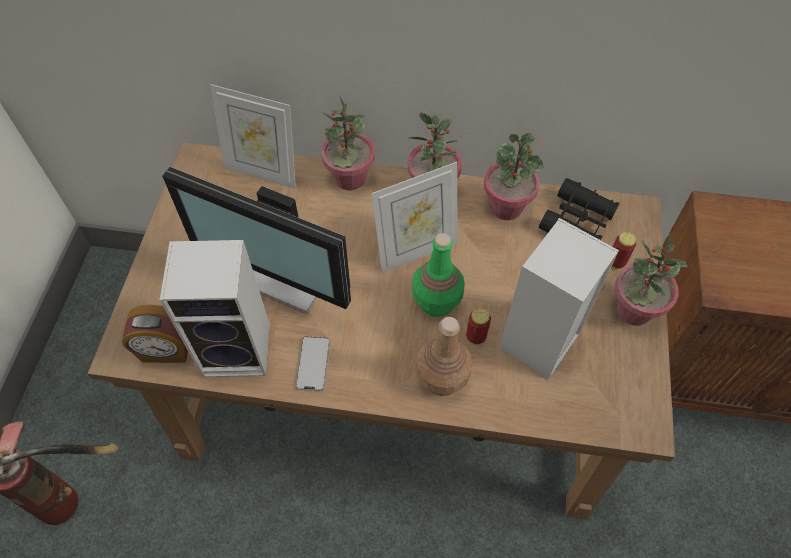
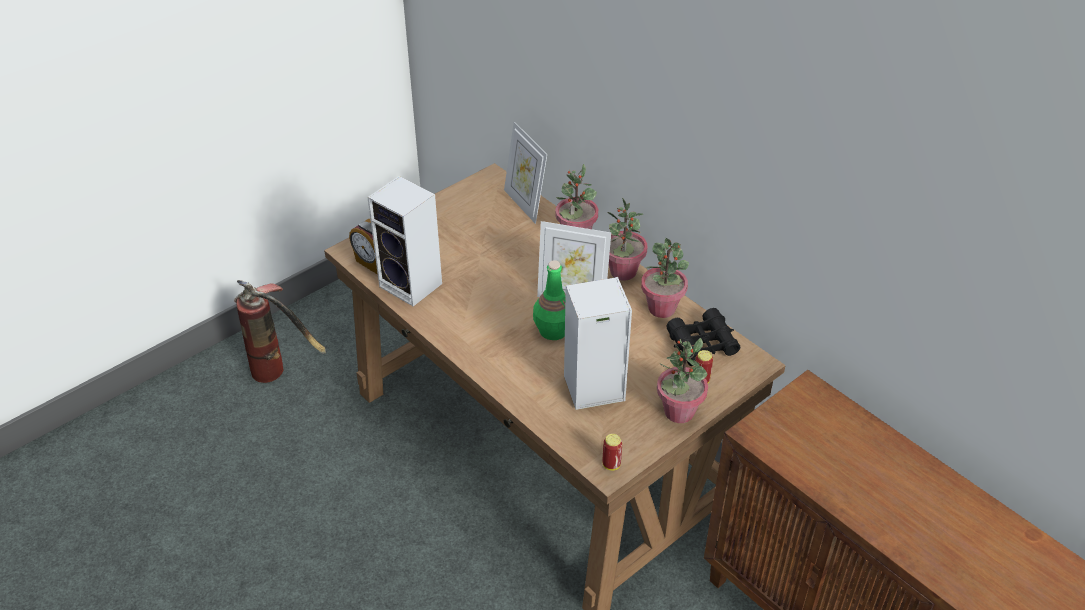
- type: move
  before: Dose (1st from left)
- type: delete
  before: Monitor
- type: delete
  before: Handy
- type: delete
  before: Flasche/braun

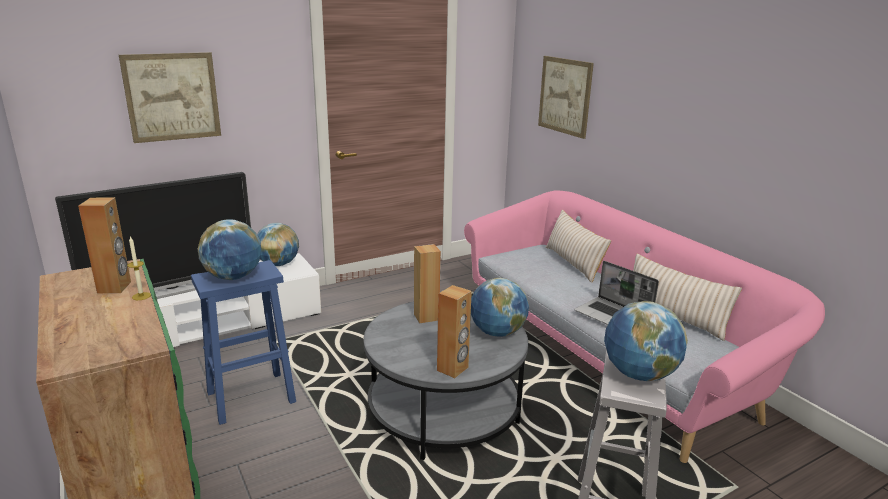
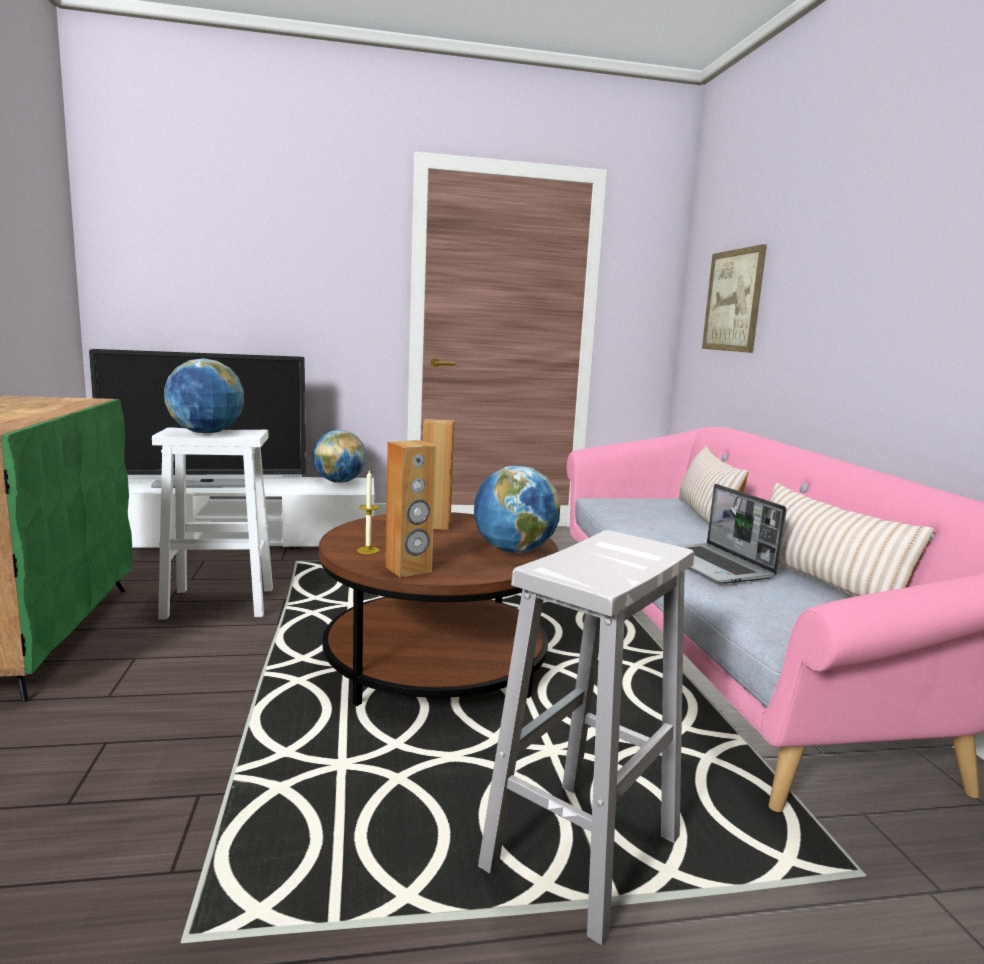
- type: recolor
  before: Hocker/blau
  after: Hocker/weiß (1st from left)
- type: recolor
  before: Couchtisch/grau
  after: Couchtisch/braun
- type: move
  before: Kerze
- type: delete
  before: Lautsprecher/braun (1st from left)
- type: delete
  before: Bild (1st from left)
- type: delete
  before: Globus (4th from left)

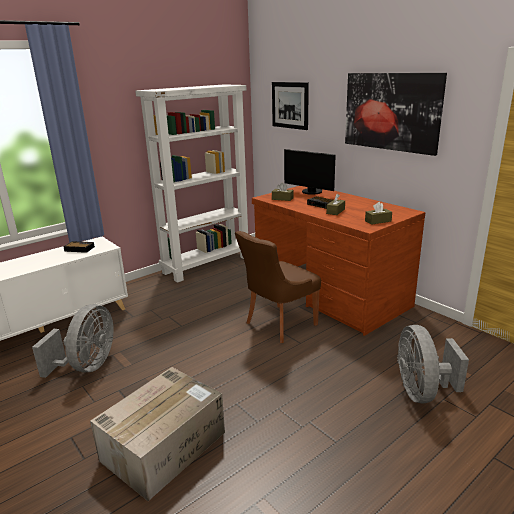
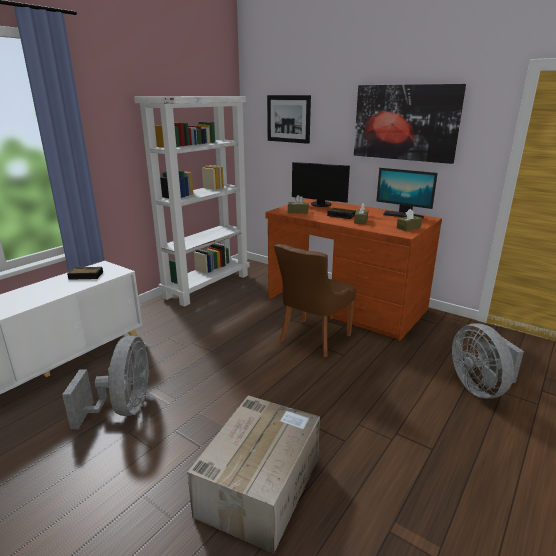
- type: insert
  after: Monitor (2nd from left)

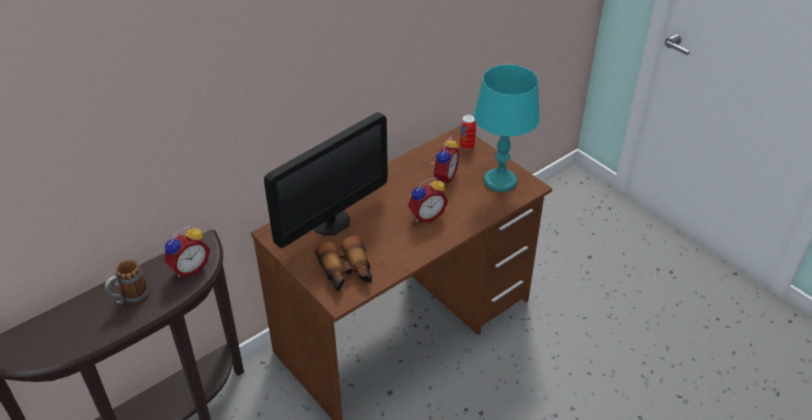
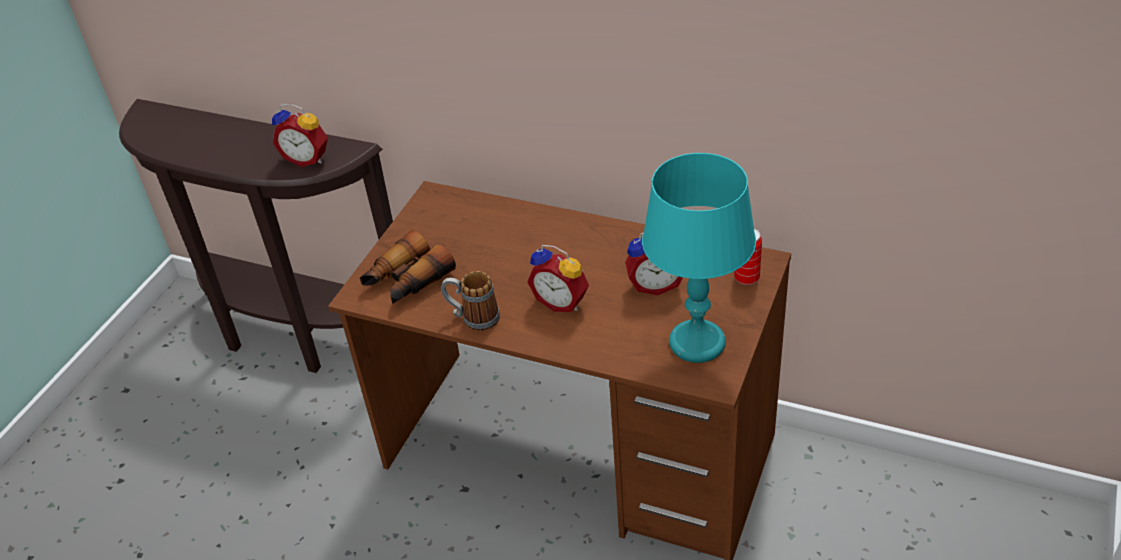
- type: move
  before: Henkelbecher
- type: delete
  before: Monitor

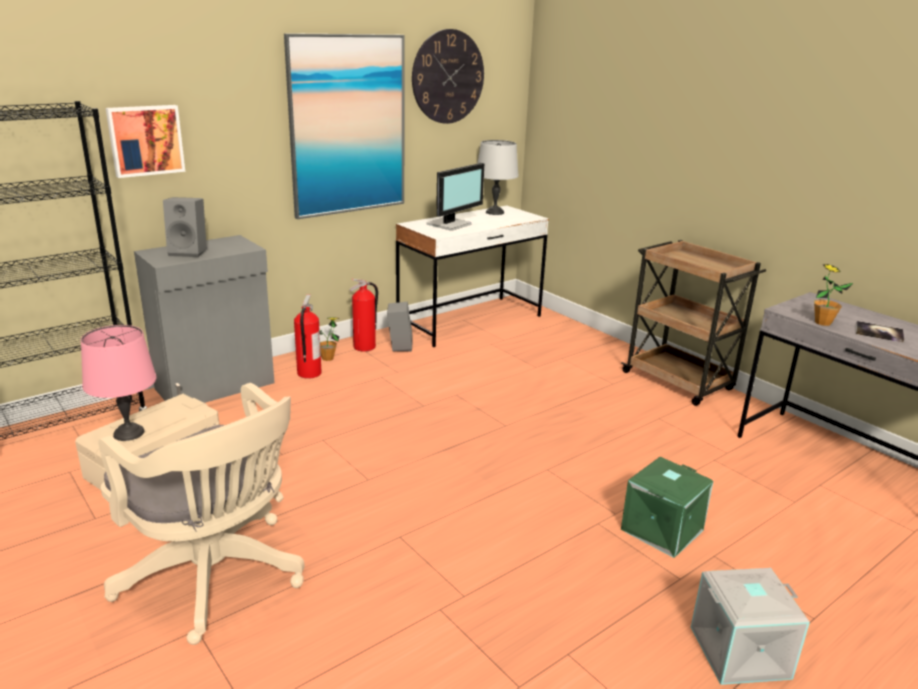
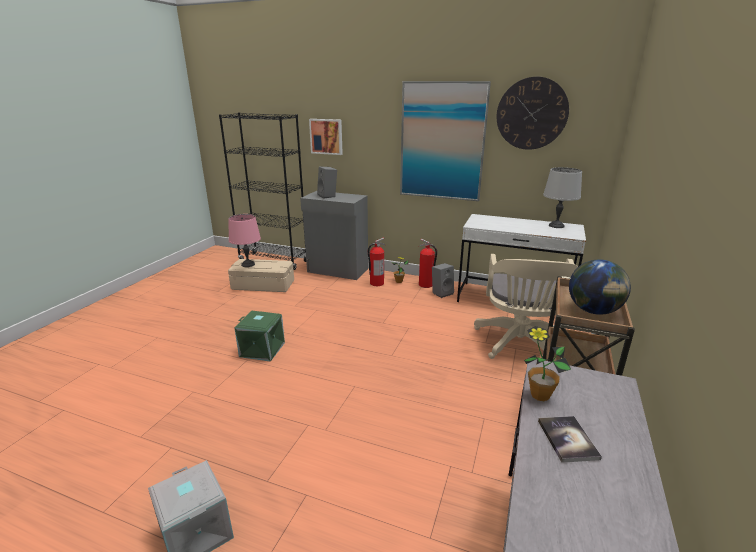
- type: move
  before: Aufbewahrungsbox/grün
- type: move
  before: Bürostuhl/beige
- type: insert
  after: Globus
- type: delete
  before: Monitor

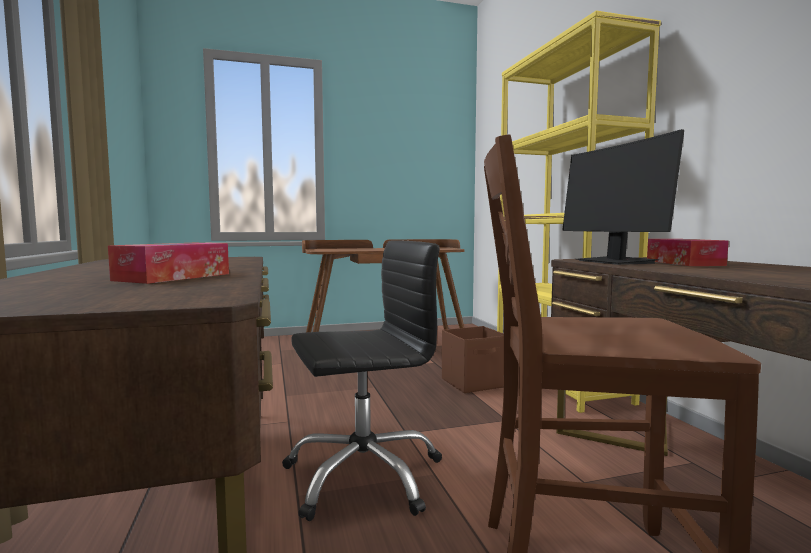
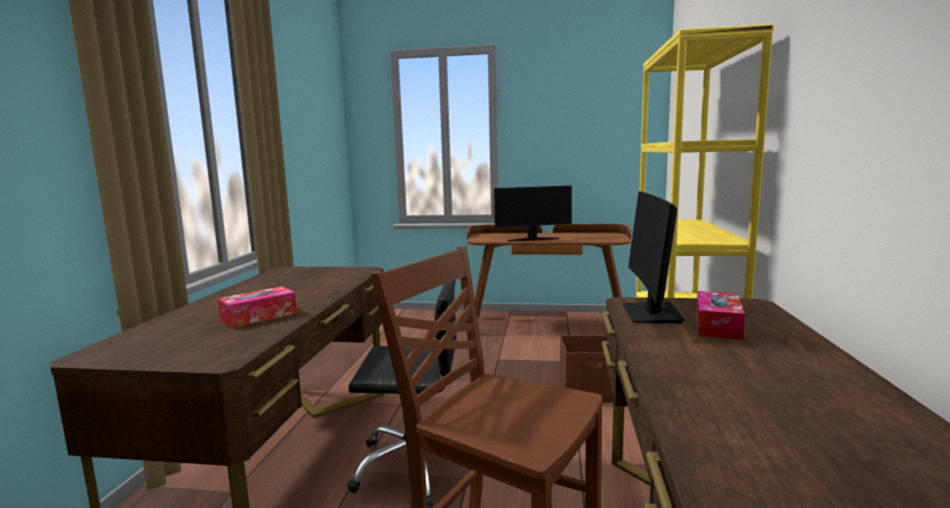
- type: insert
  after: Monitor (1st from left)

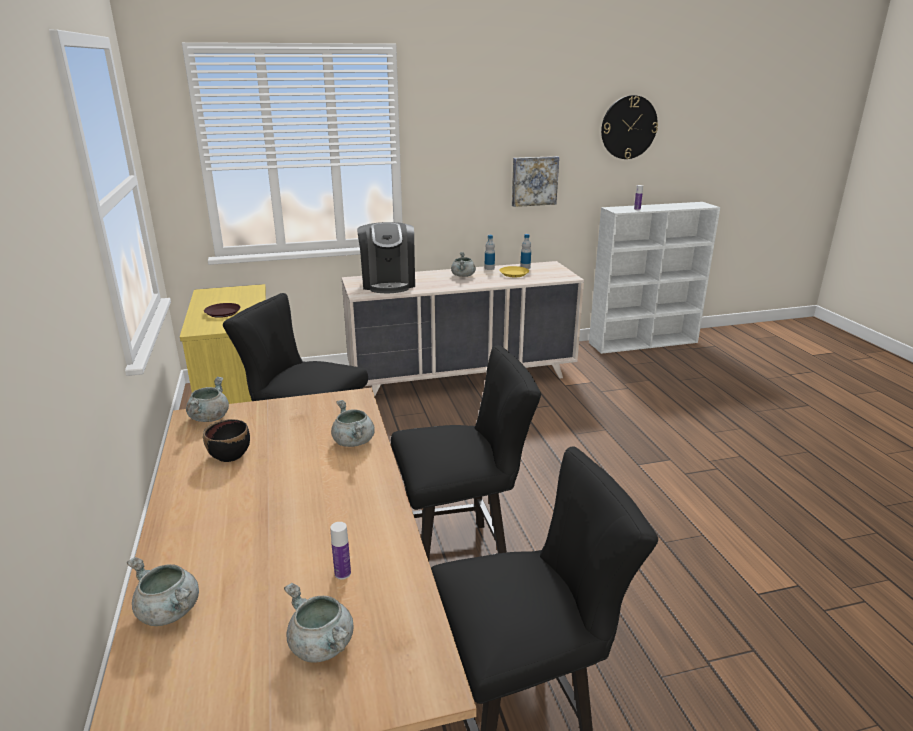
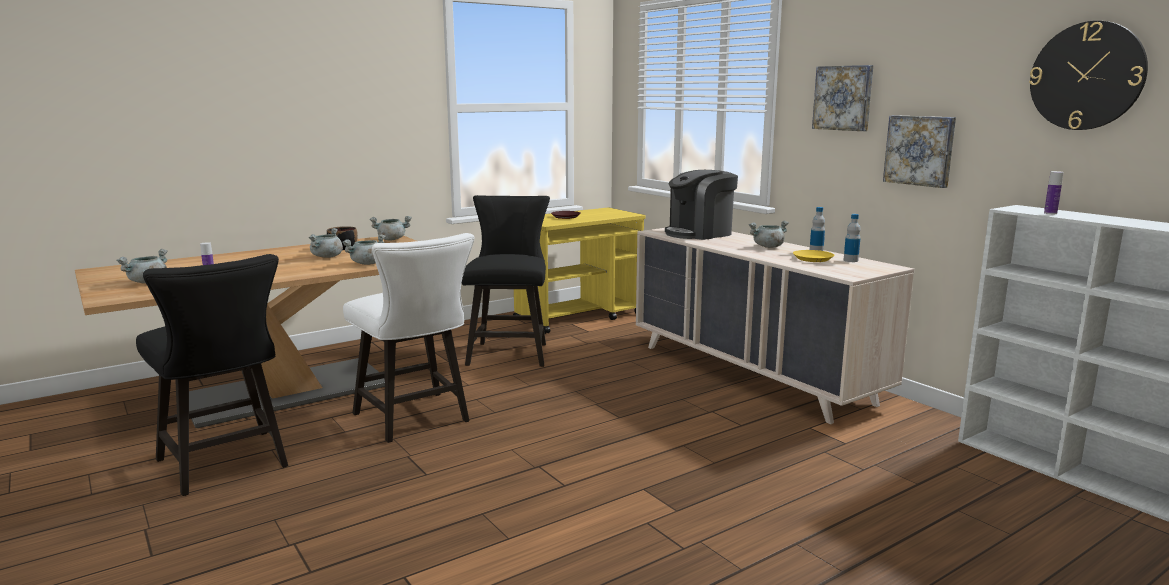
- type: move
  before: Kochtopf/grau (1st from left in the first image)
  after: Kochtopf/grau (2nd from left)
- type: recolor
  before: Stuhl/schwarz (2nd from left)
  after: Stuhl/weiß
- type: insert
  after: Bild (1st from left)

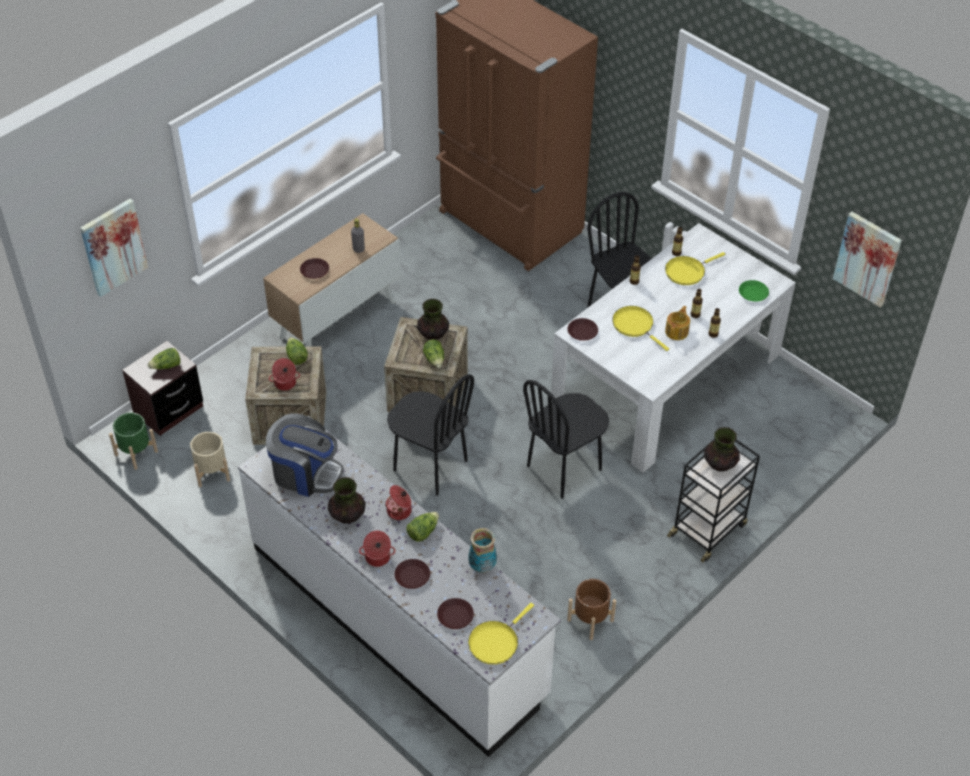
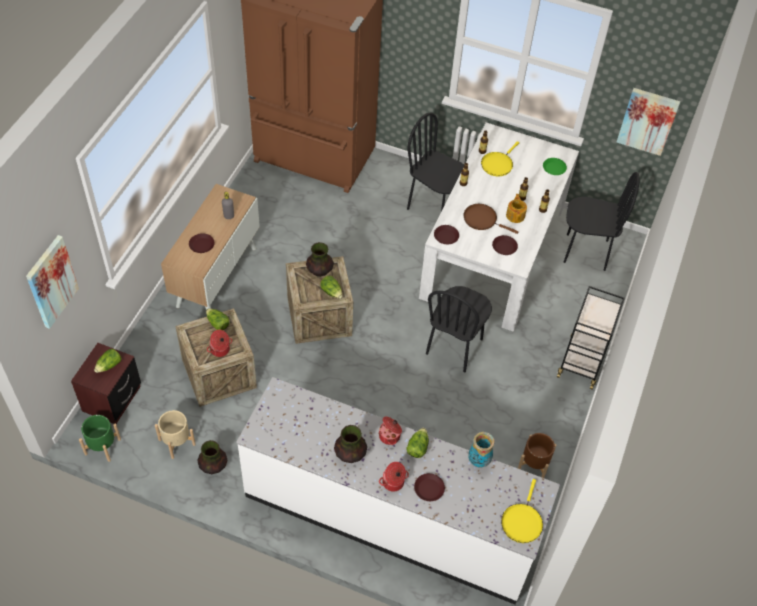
- type: move
  before: Vase (4th from left in the first image)
  after: Vase (1st from left)
- type: recolor
  before: Pfanne/gelb (2nd from left)
  after: Pfanne/braun
- type: move
  before: Teller/braun (3rd from left in the first image)
  after: Teller/braun (4th from left)
- type: move
  before: Stuhl/schwarz (1st from left in the first image)
  after: Stuhl/schwarz (3rd from left)
- type: delete
  before: Kaffeemaschine

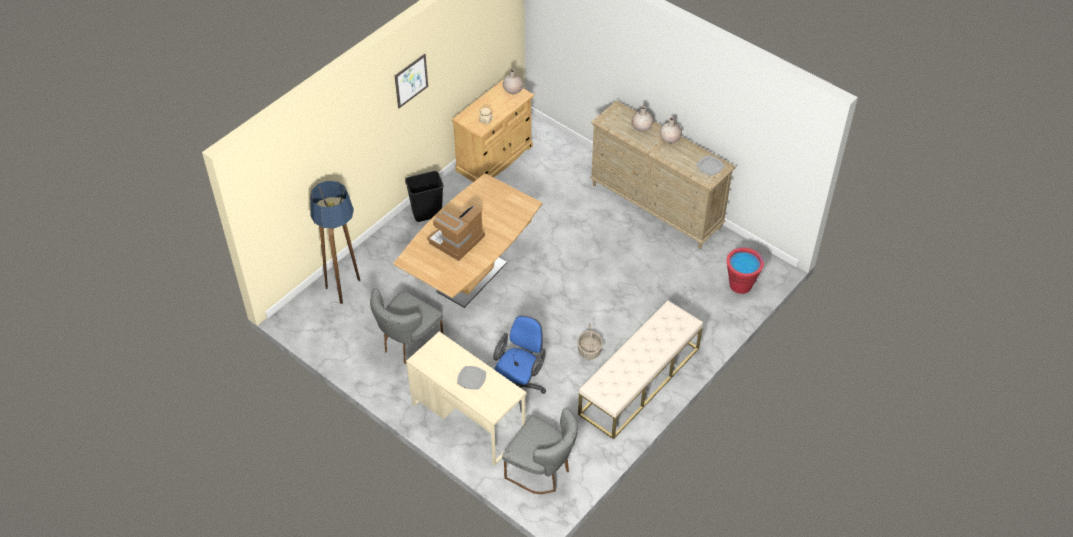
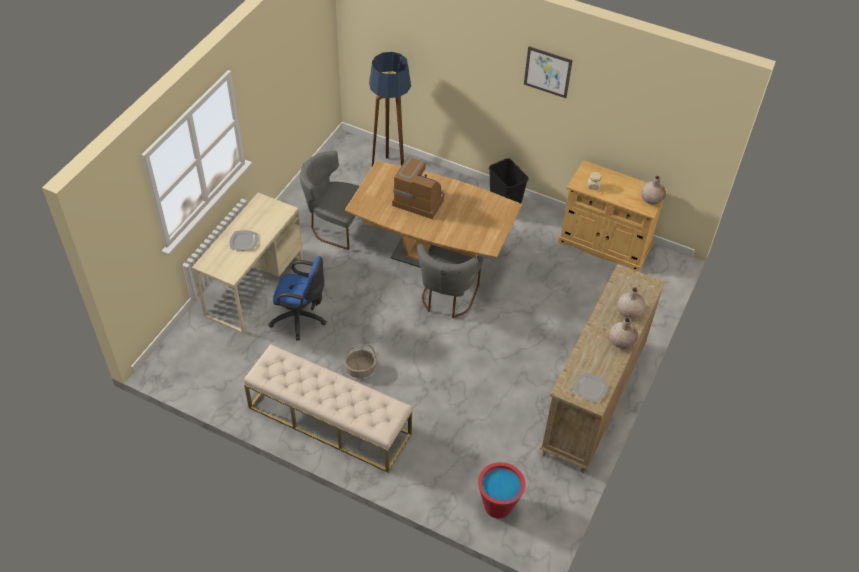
- type: move
  before: Stuhl/grau (2nd from left)

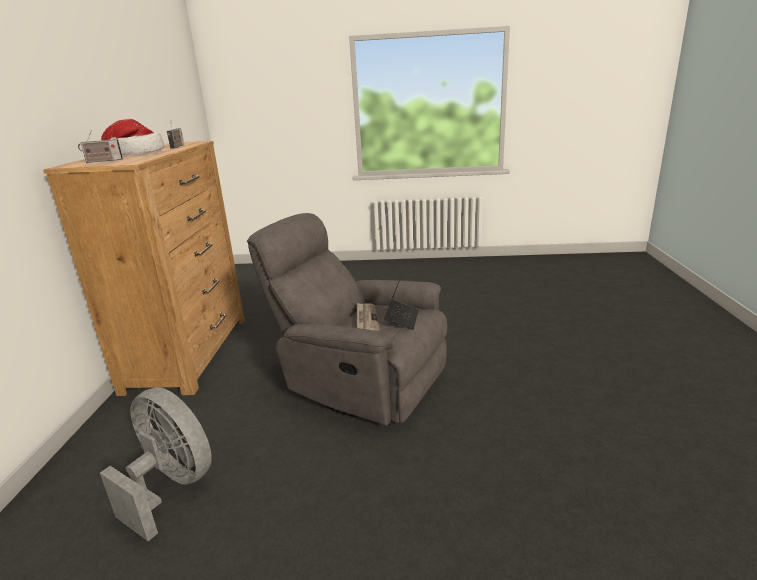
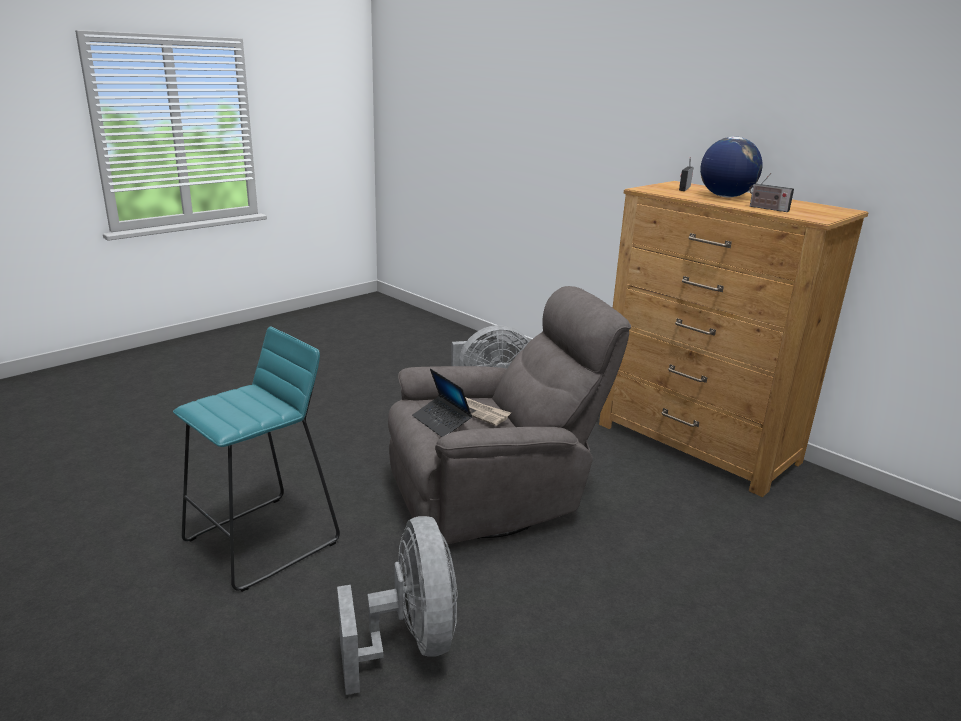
- type: insert
  after: Hocker/türkis
- type: insert
  after: Ventilator/grau (1st from left)
- type: replace
  before: Hut
  after: Globus

